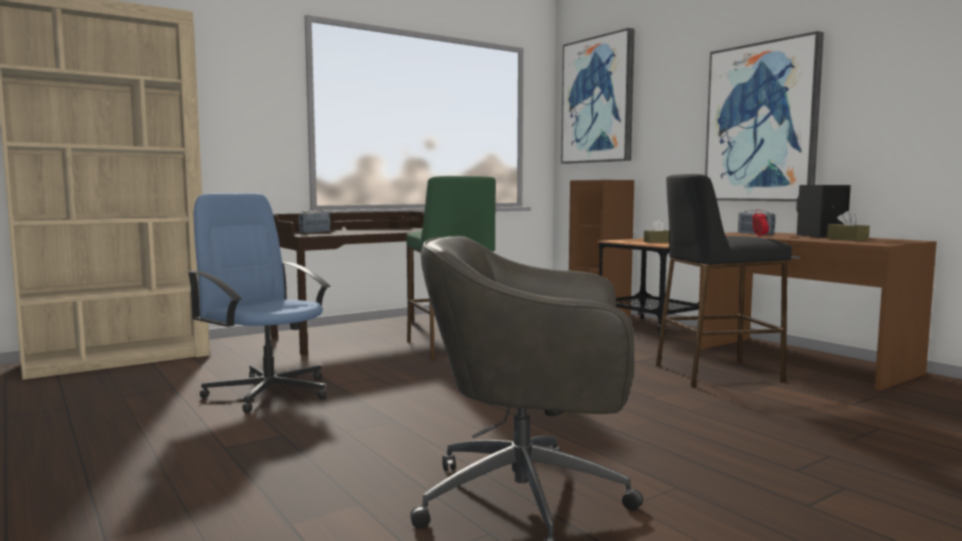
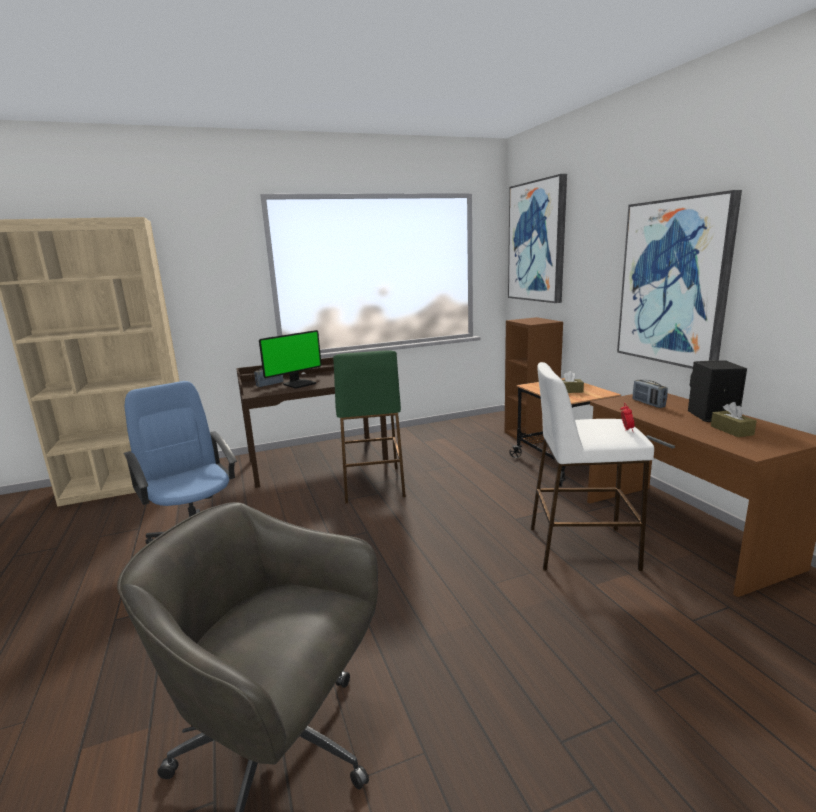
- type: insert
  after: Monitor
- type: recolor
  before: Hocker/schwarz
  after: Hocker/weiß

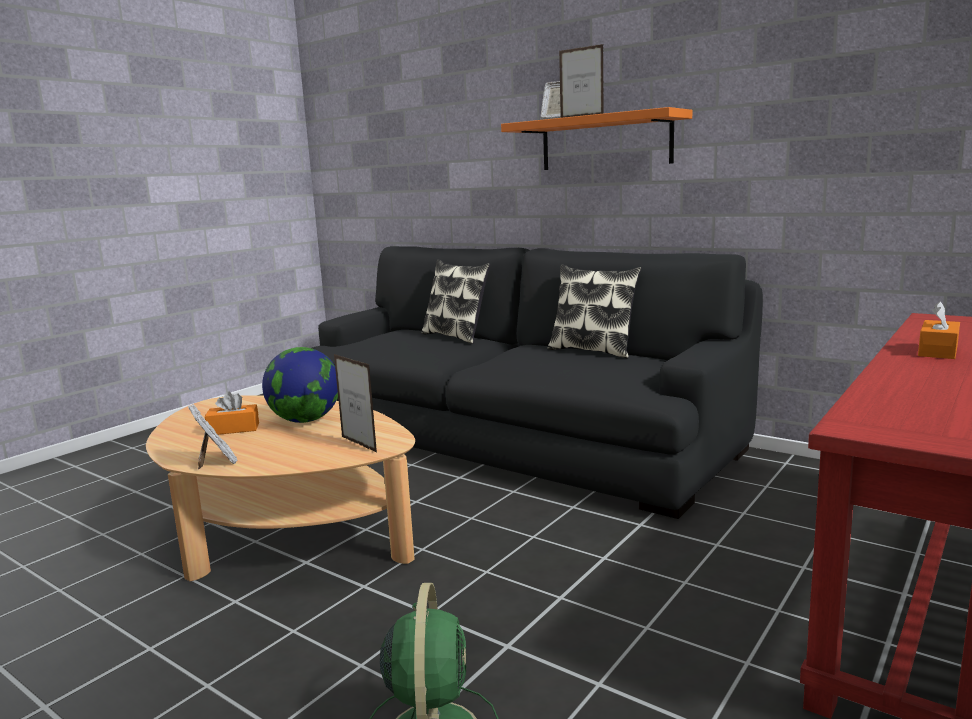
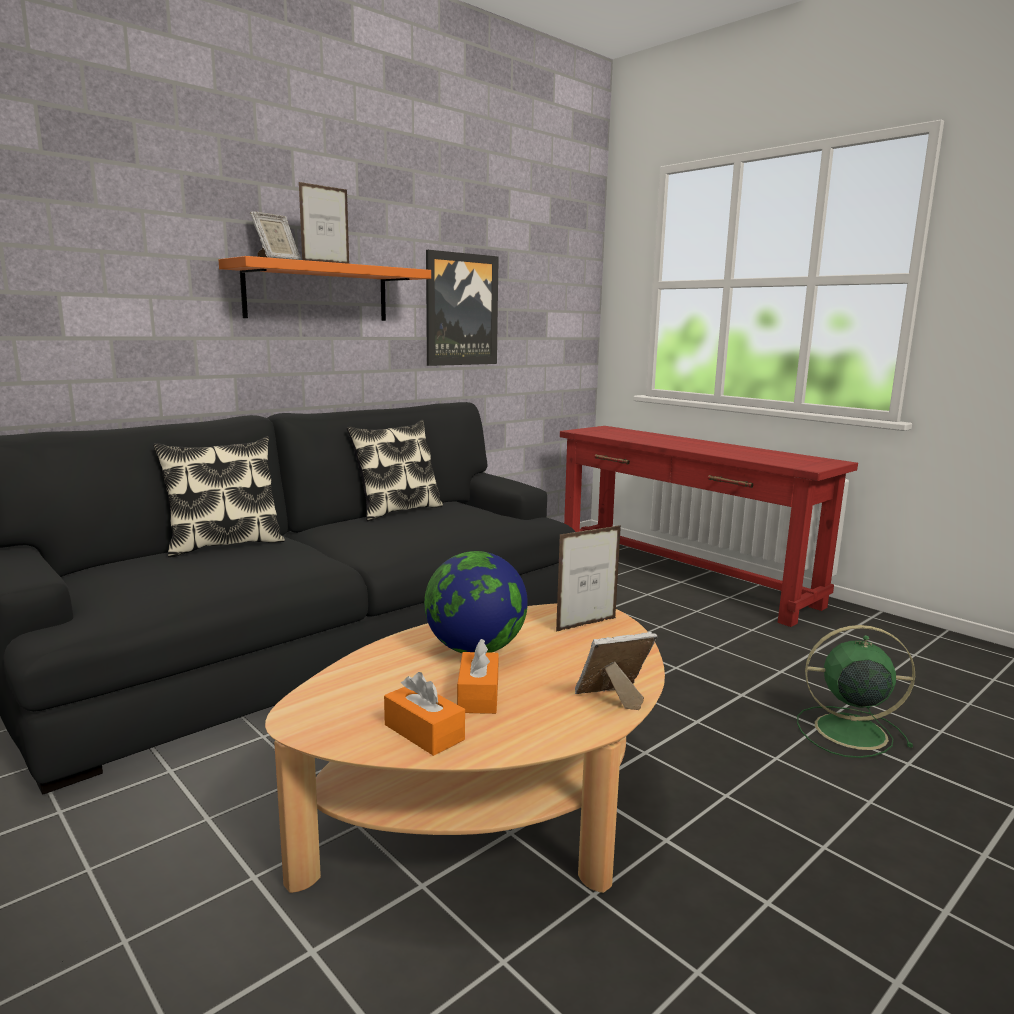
- type: move
  before: Taschentuchbox/orange (2nd from left in the first image)
  after: Taschentuchbox/orange (1st from left)
- type: insert
  after: Bild

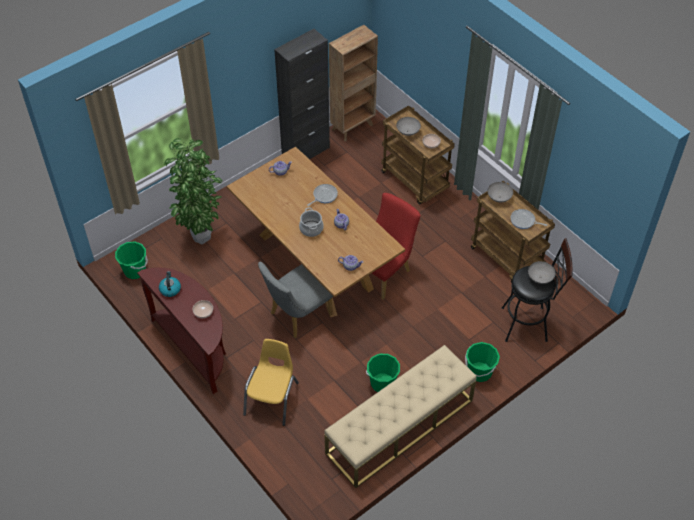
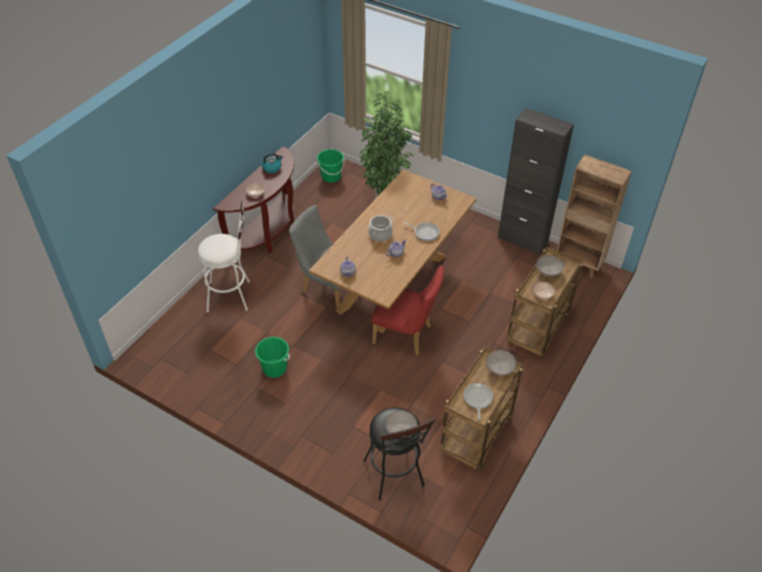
- type: replace
  before: Stuhl/gelb
  after: Hocker/weiß
- type: delete
  before: Bank/beige
- type: delete
  before: Eimer/grün (3rd from left)

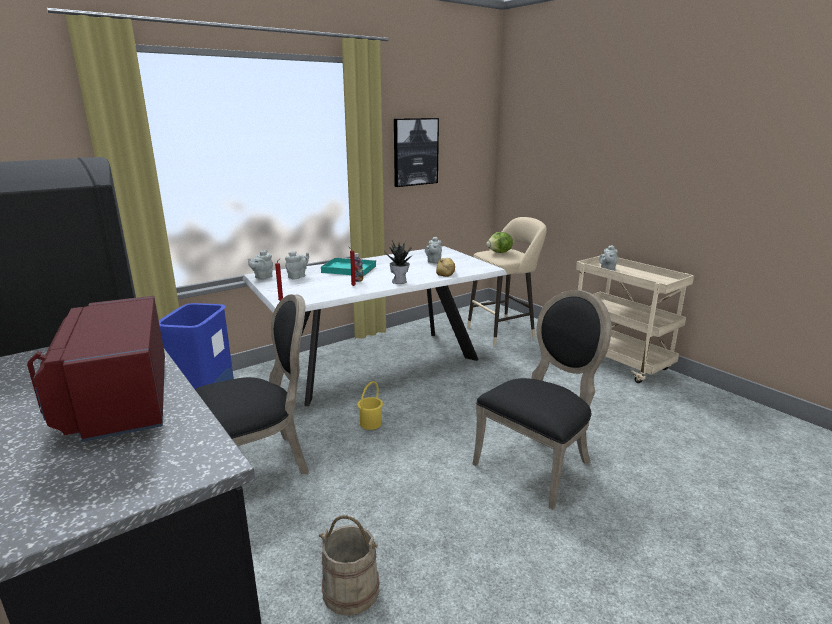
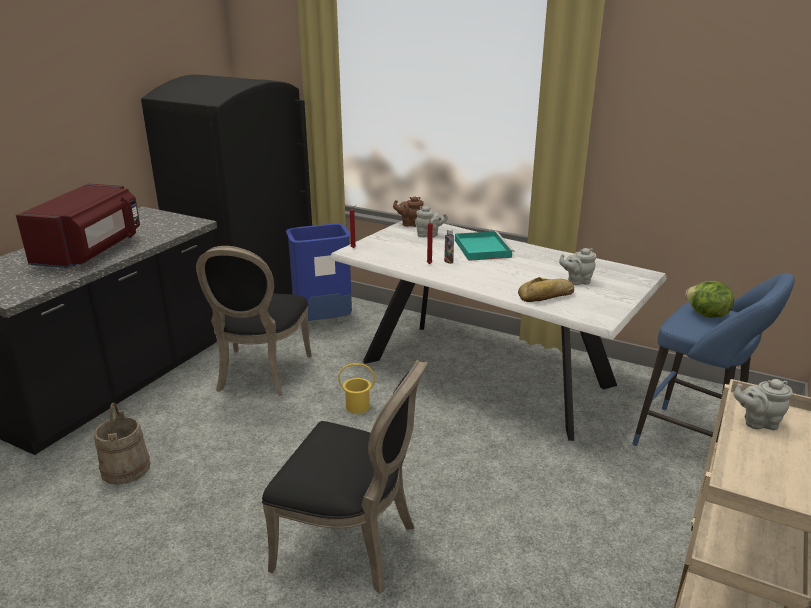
- type: rotate
  before: Mikrowelle/rot
  turn: 150
- type: rotate
  before: Stuhl/schwarz (1st from left)
  turn: 60
- type: recolor
  before: Teekanne/grau (1st from left)
  after: Teekanne/braun
- type: recolor
  before: Hocker/beige
  after: Hocker/blau
- type: delete
  before: Topfpflanze
- type: delete
  before: Bild

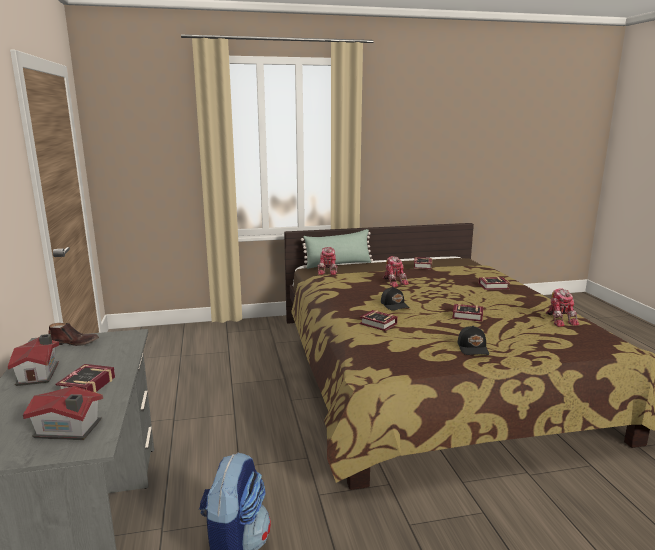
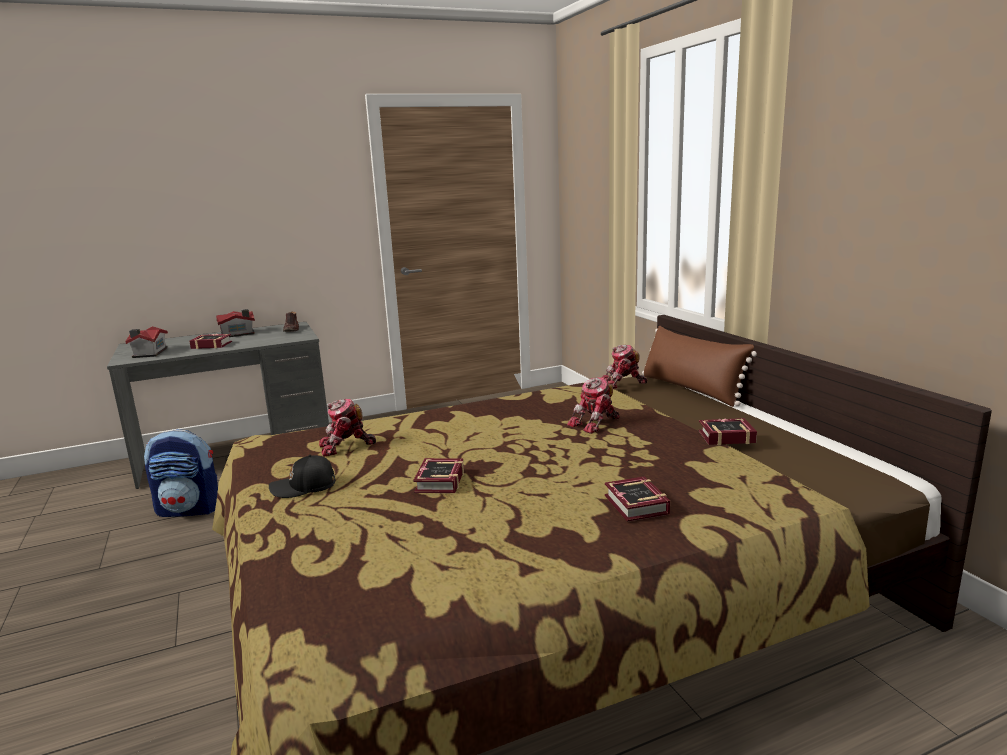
- type: move
  before: Spielzeugroboter (3rd from left in the first image)
  after: Spielzeugroboter (1st from left)
- type: recolor
  before: Kissen/grün
  after: Kissen/braun
- type: delete
  before: Buch (2nd from left)
- type: delete
  before: Kappe/schwarz (1st from left)

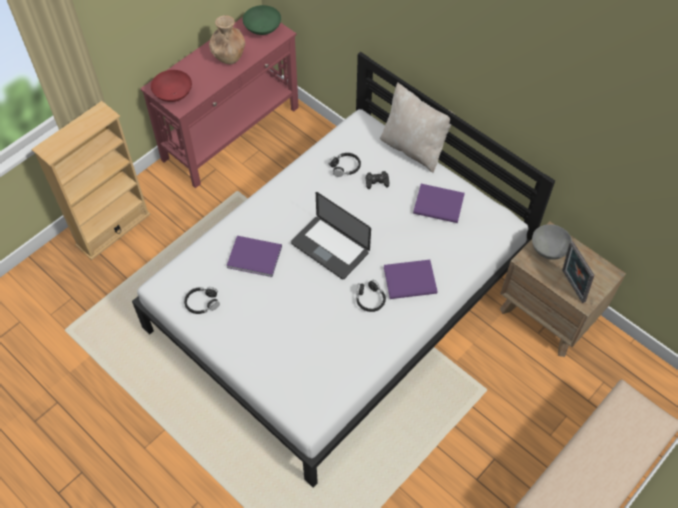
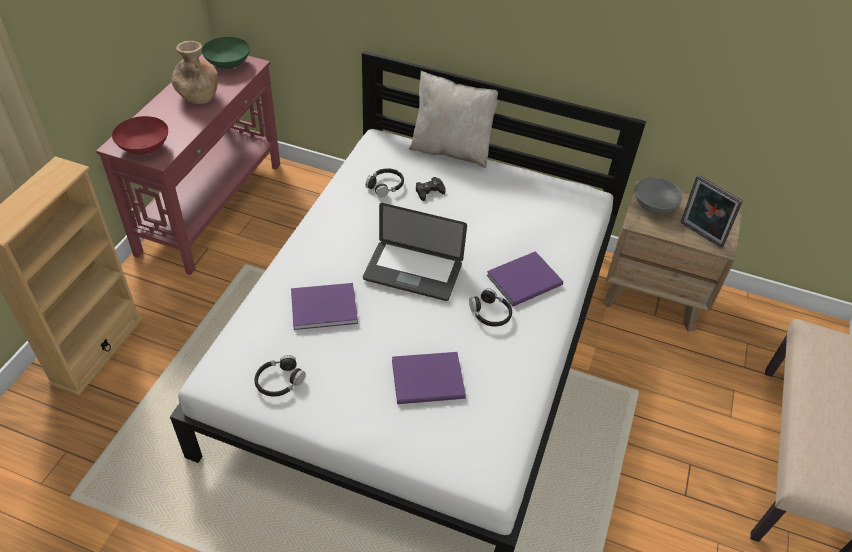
- type: move
  before: Buch/lila (3rd from left in the first image)
  after: Buch/lila (2nd from left)

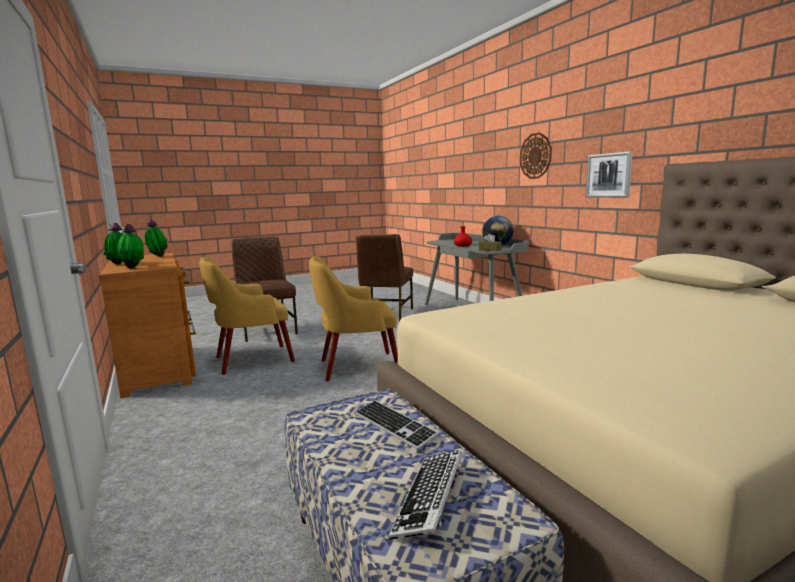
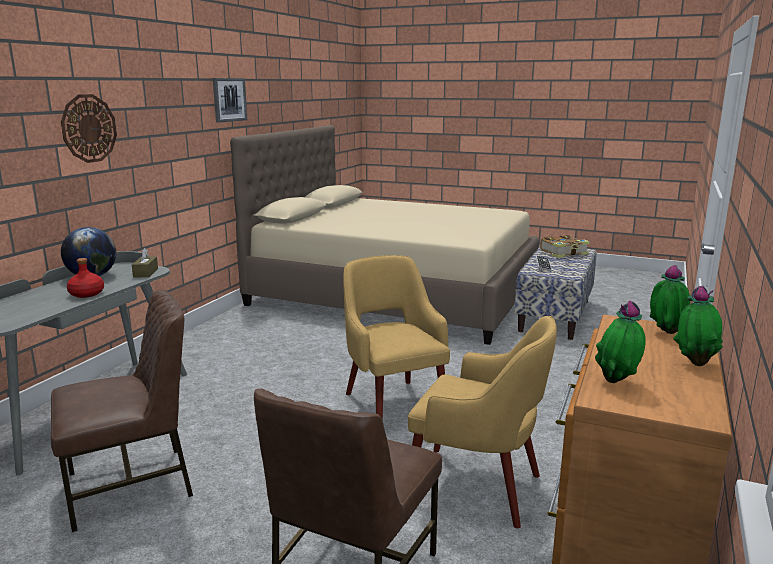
- type: move
  before: Bild
- type: rotate
  before: Sessel/gelb (2nd from left in the first image)
  turn: -150
- type: replace
  before: Tastatur (2nd from left)
  after: Buch

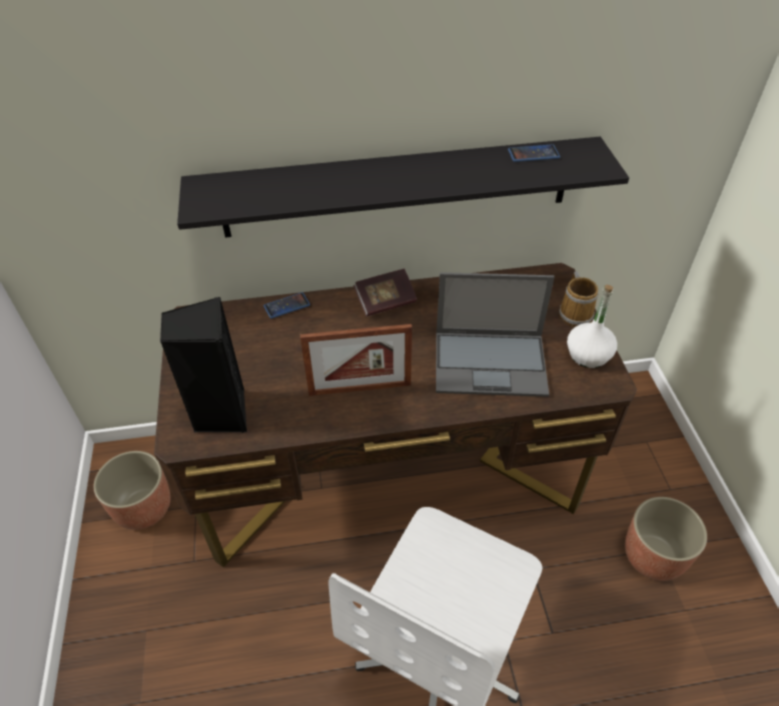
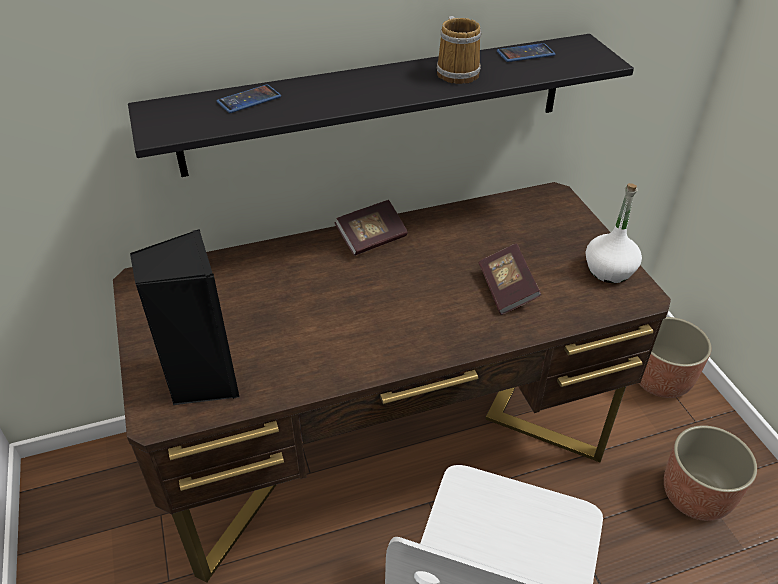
- type: move
  before: Handy (1st from left)
- type: move
  before: Henkelbecher
- type: replace
  before: Laptop
  after: Buch (2nd from left)
- type: move
  before: Pflanzkübel (1st from left)
- type: delete
  before: Bilderrahmen

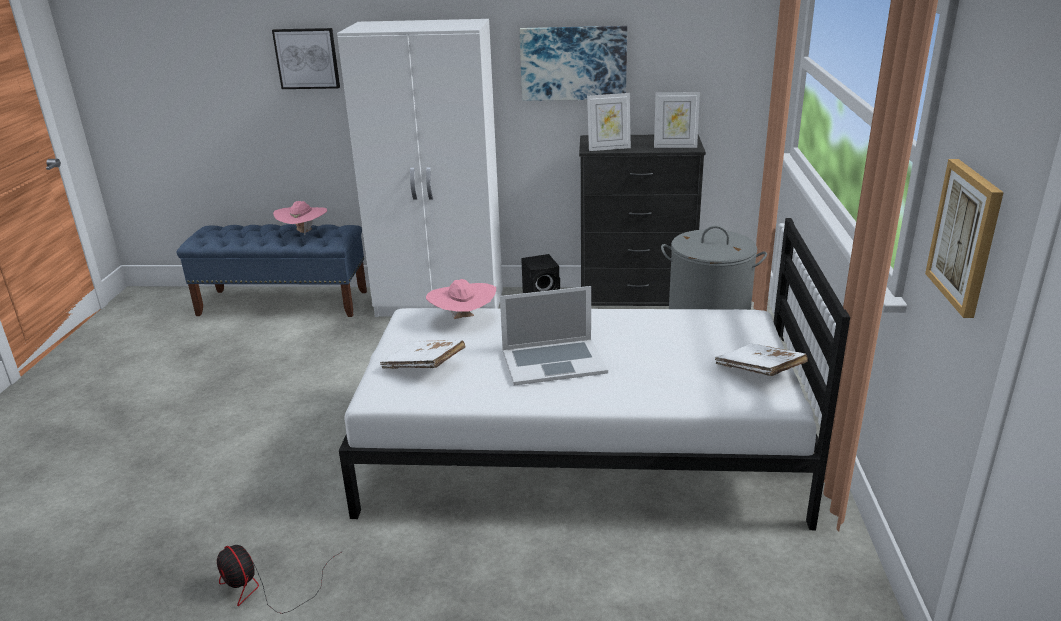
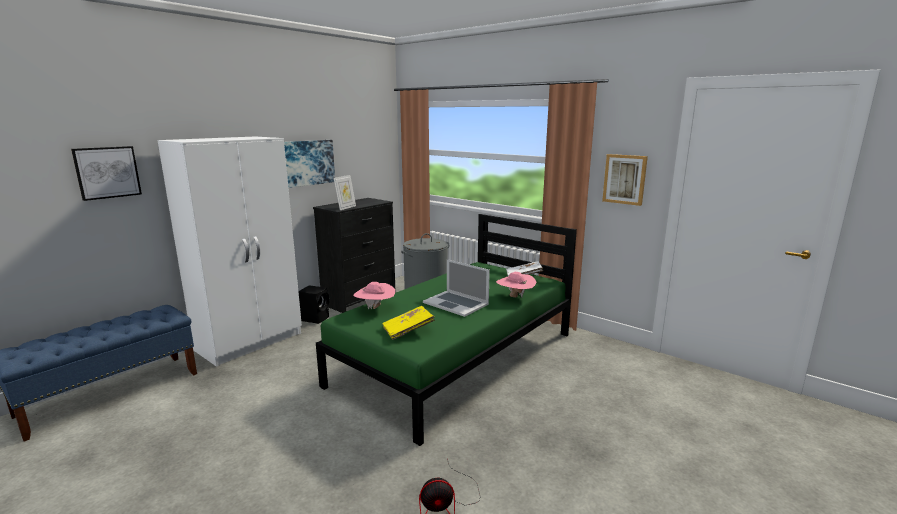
- type: recolor
  before: Bett/weiß
  after: Bett/grün
- type: recolor
  before: Buch/weiß (1st from left)
  after: Buch/gelb
- type: rotate
  before: Laptop
  turn: 105
- type: move
  before: Hut/rosa (1st from left in the first image)
  after: Hut/rosa (2nd from left)
- type: delete
  before: Bilderrahmen (2nd from left)

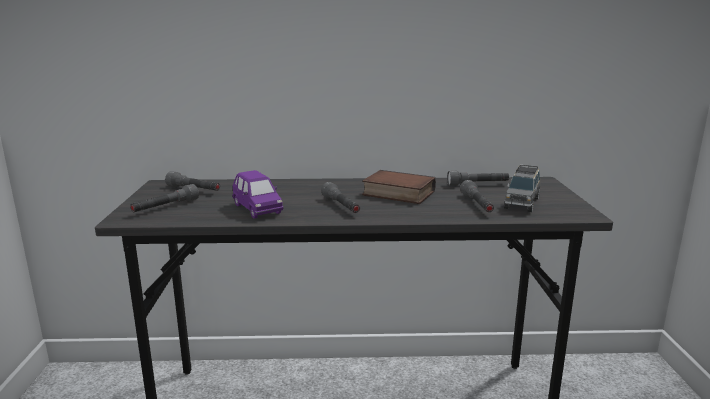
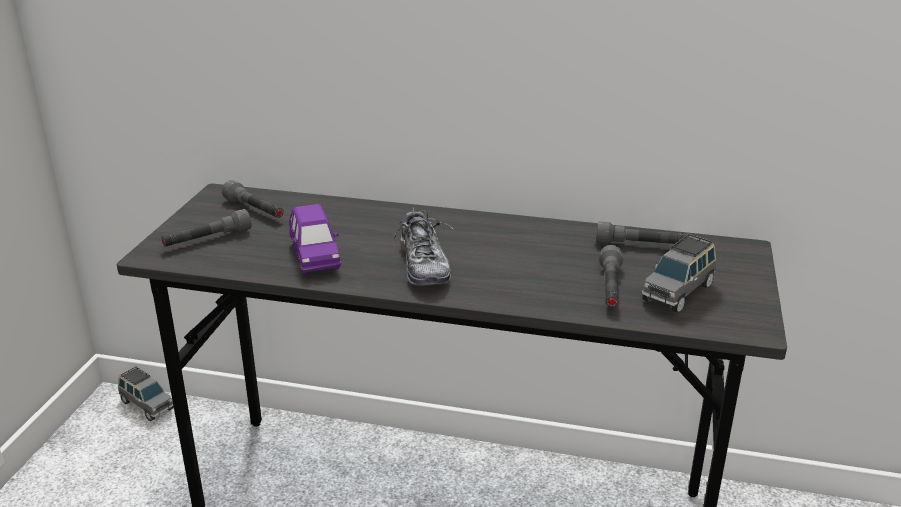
- type: insert
  after: Spielzeugauto/grau (1st from left)
- type: replace
  before: Taschenlampe/grau (3rd from left)
  after: Schuh
- type: delete
  before: Buch

